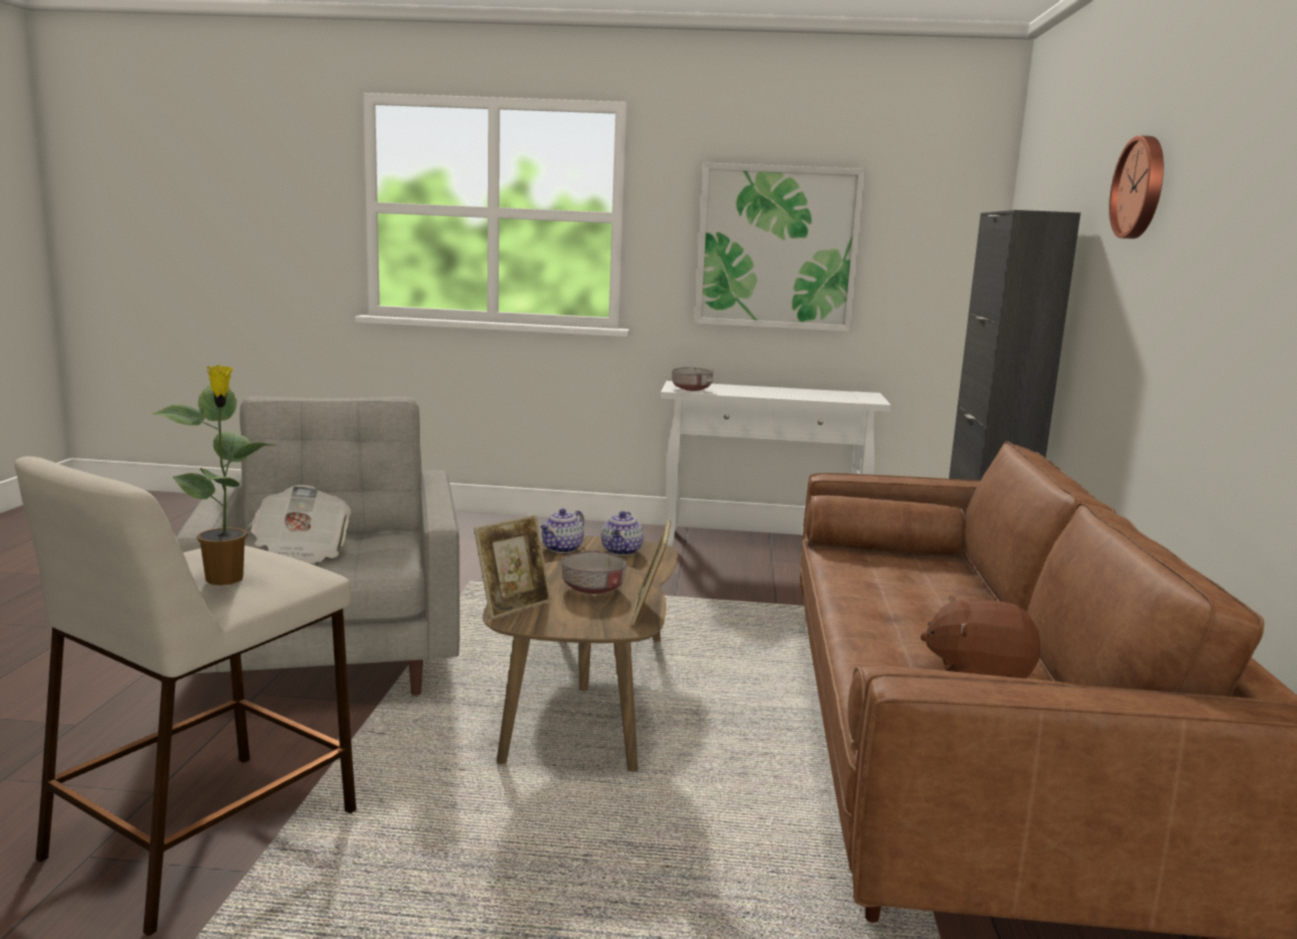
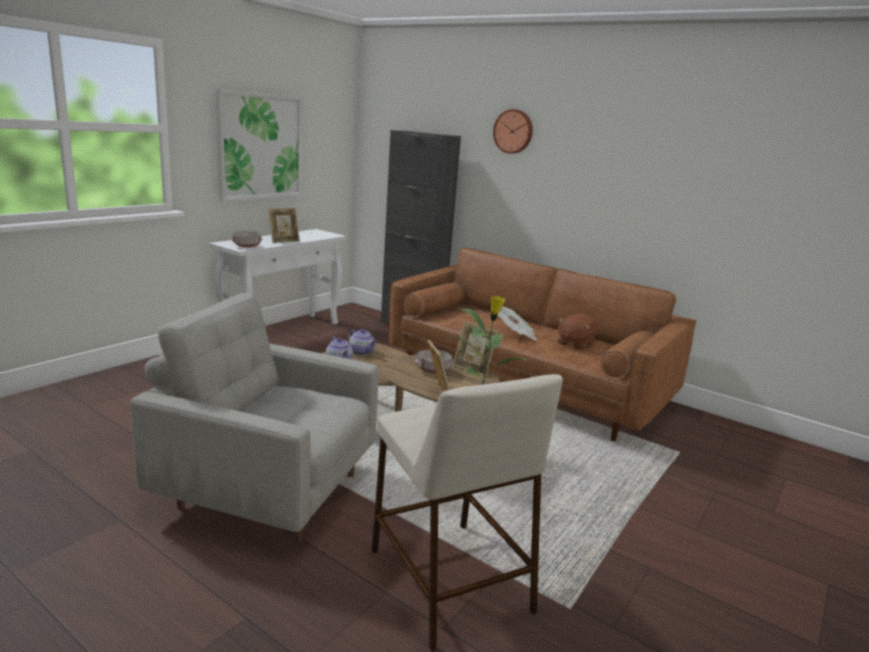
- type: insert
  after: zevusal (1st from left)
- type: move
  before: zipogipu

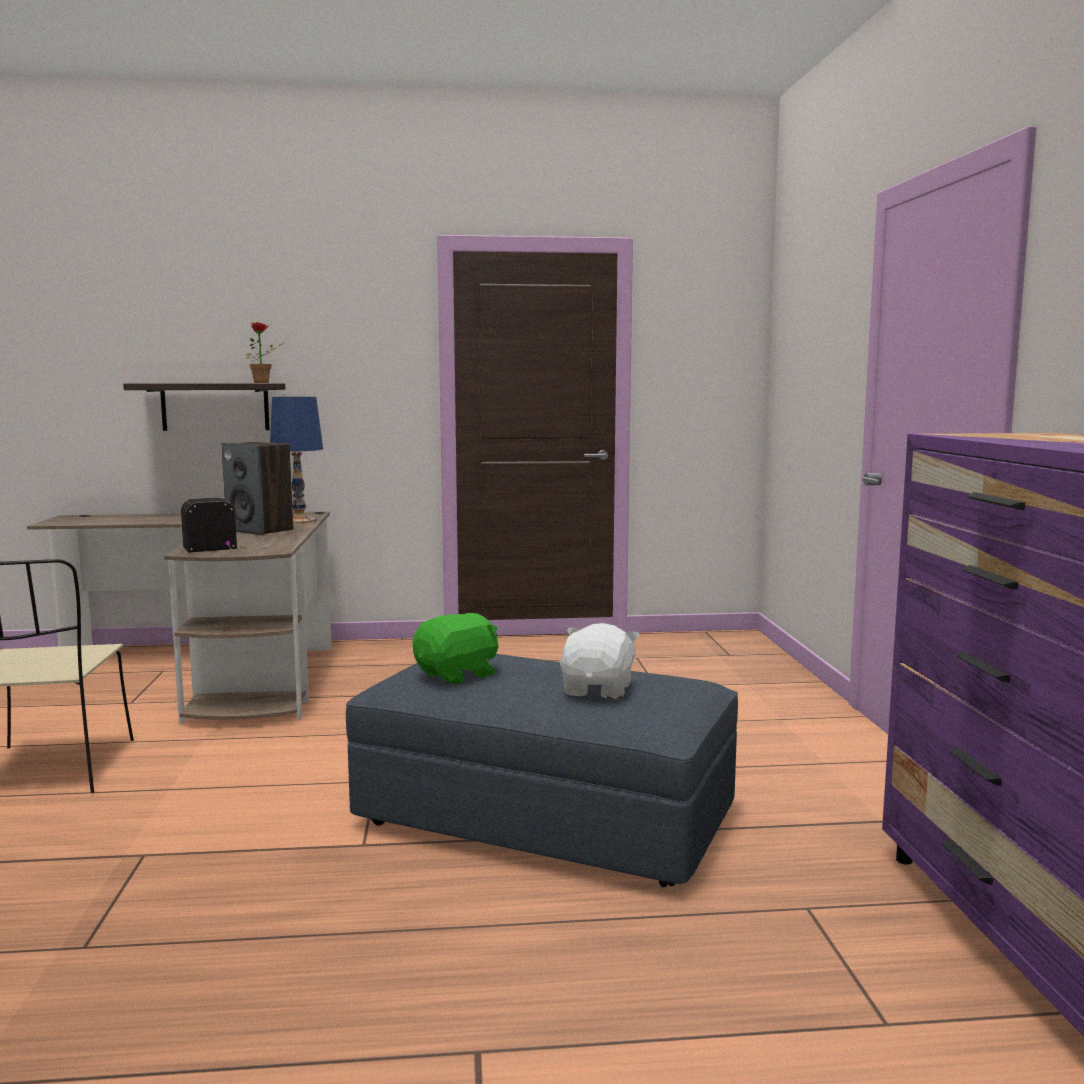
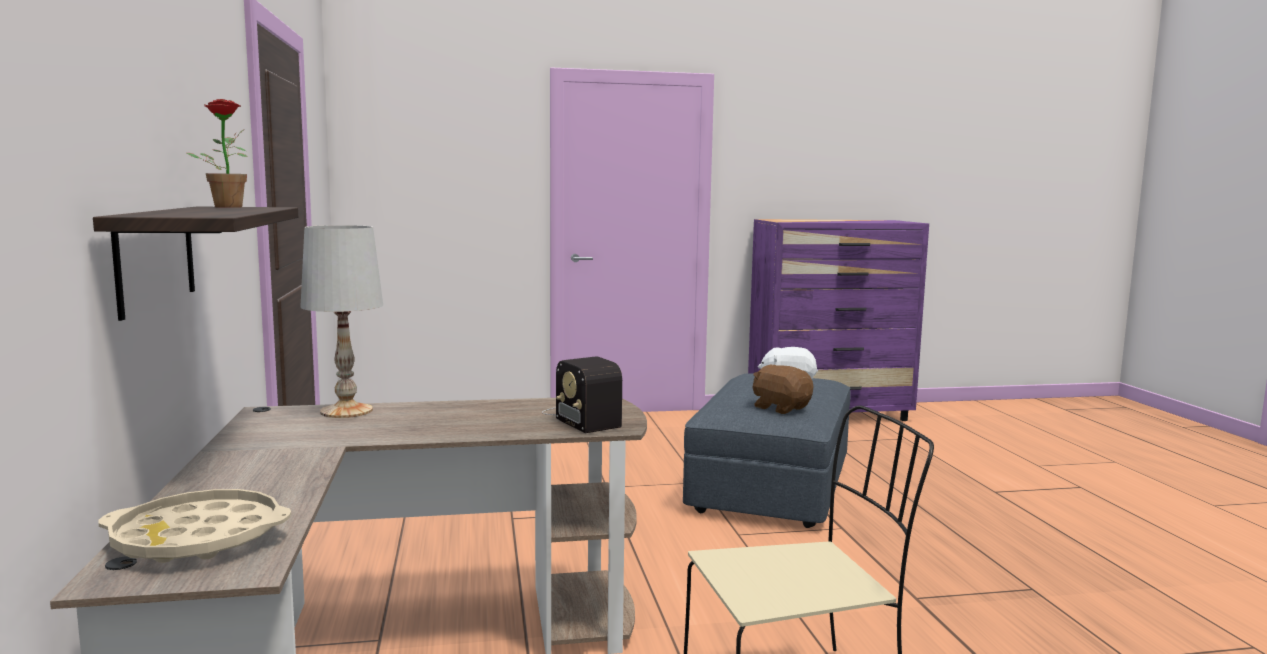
- type: delete
  before: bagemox
- type: insert
  after: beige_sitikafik
- type: recolor
  before: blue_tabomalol
  after: white_tabomalol
- type: recolor
  before: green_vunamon
  after: brown_vunamon

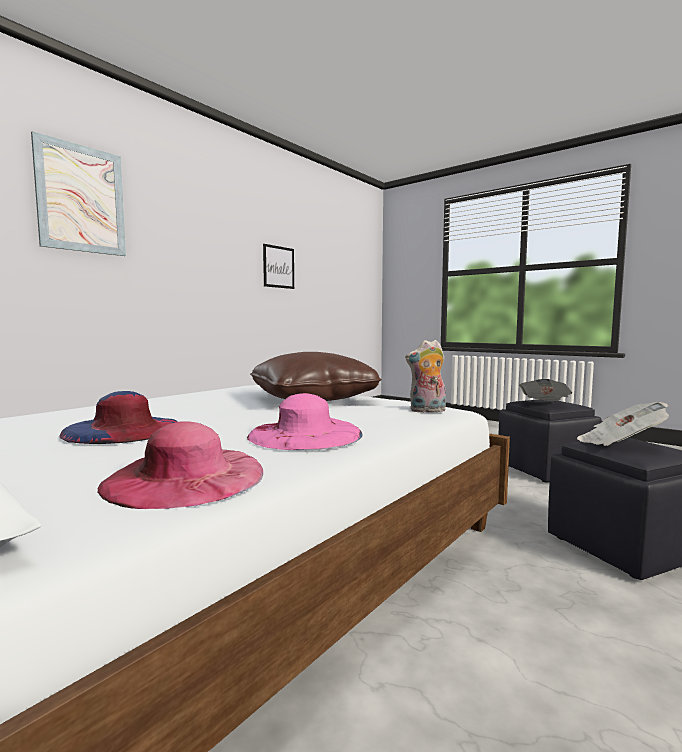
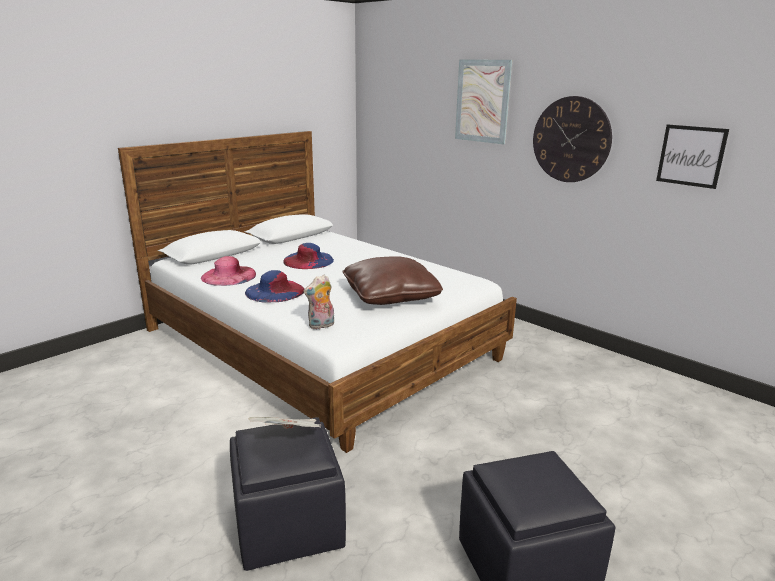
- type: delete
  before: zipogipu (1st from left)
- type: insert
  after: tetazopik
- type: recolor
  before: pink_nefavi (2nd from left)
  after: blue_nefavi (1st from left)
- type: rotate
  before: vunamon
  turn: -120

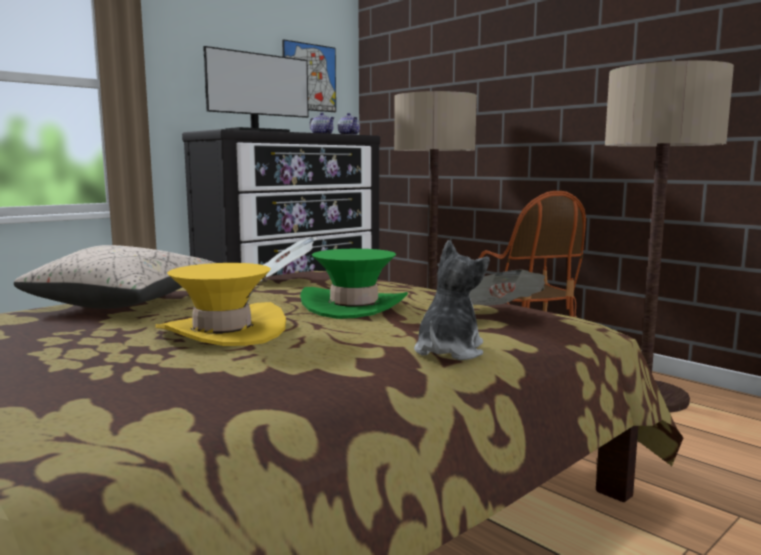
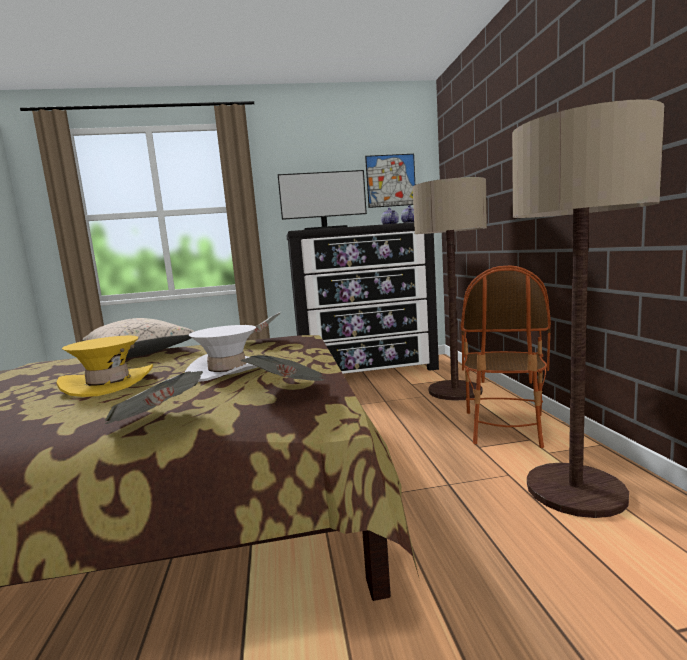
- type: replace
  before: vunamon
  after: zipogipu (1st from left)
- type: recolor
  before: green_nefavi
  after: white_nefavi

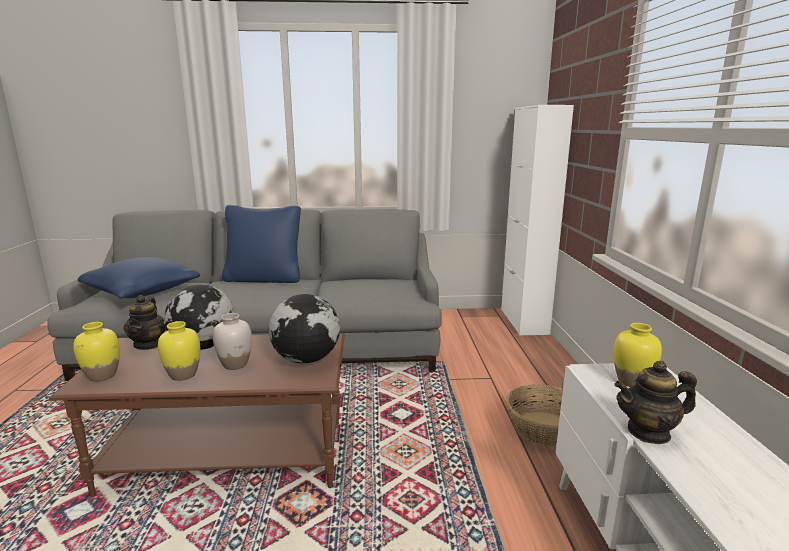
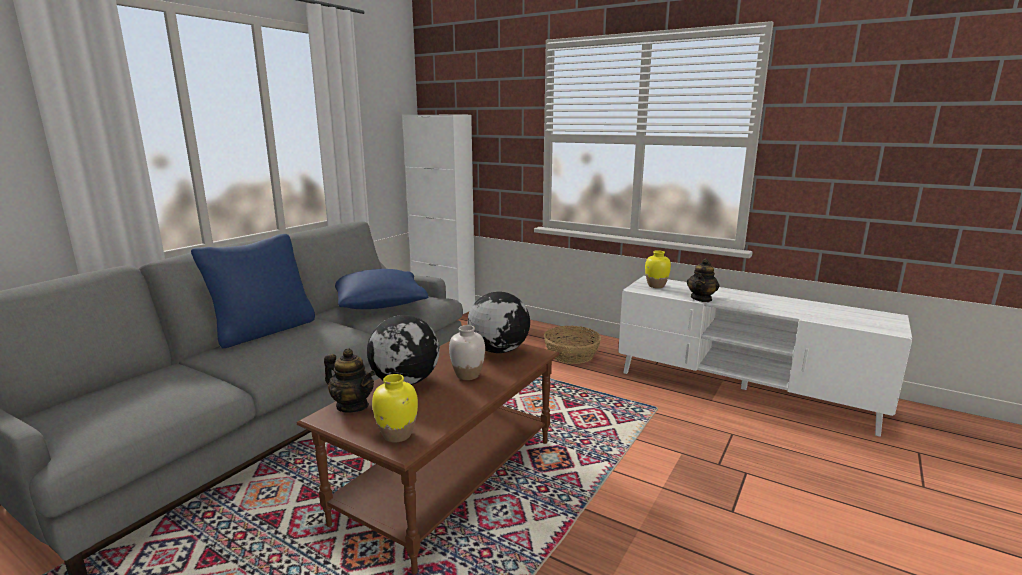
- type: delete
  before: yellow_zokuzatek (2nd from left)
- type: move
  before: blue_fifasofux (1st from left in the first image)
  after: blue_fifasofux (2nd from left)

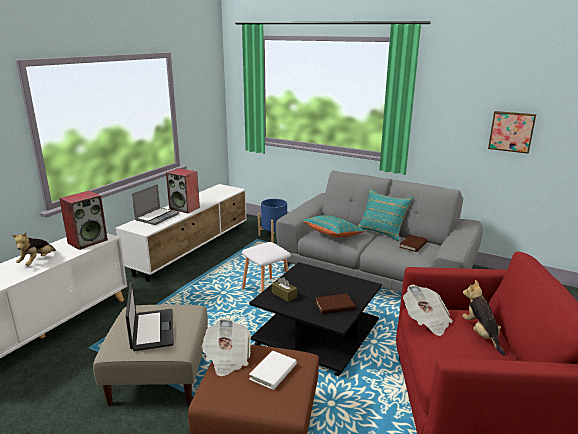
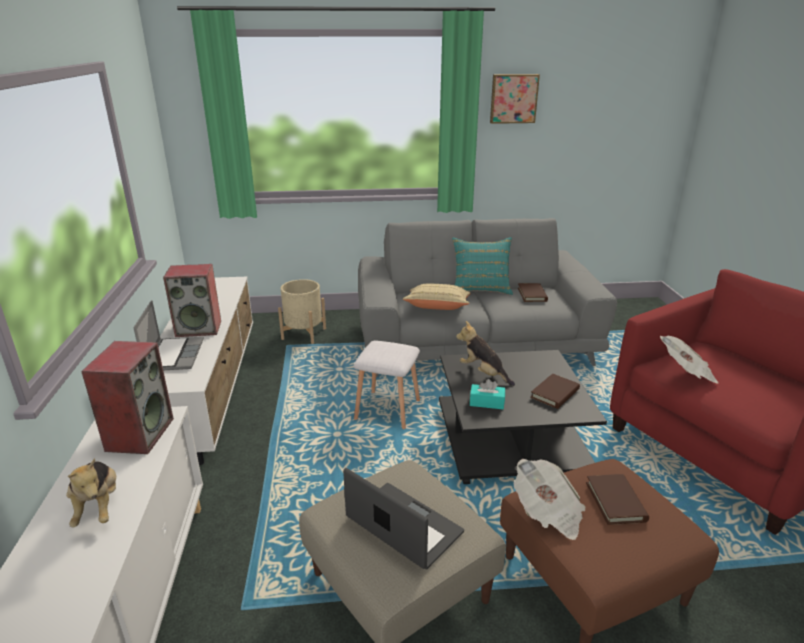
- type: move
  before: vunamon (2nd from left)
- type: move
  before: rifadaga
- type: recolor
  before: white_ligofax
  after: brown_ligofax (3rd from left)
- type: recolor
  before: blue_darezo
  after: beige_darezo
- type: recolor
  before: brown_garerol
  after: turquoise_garerol
- type: recolor
  before: turquoise_fifasofux (1st from left)
  after: beige_fifasofux

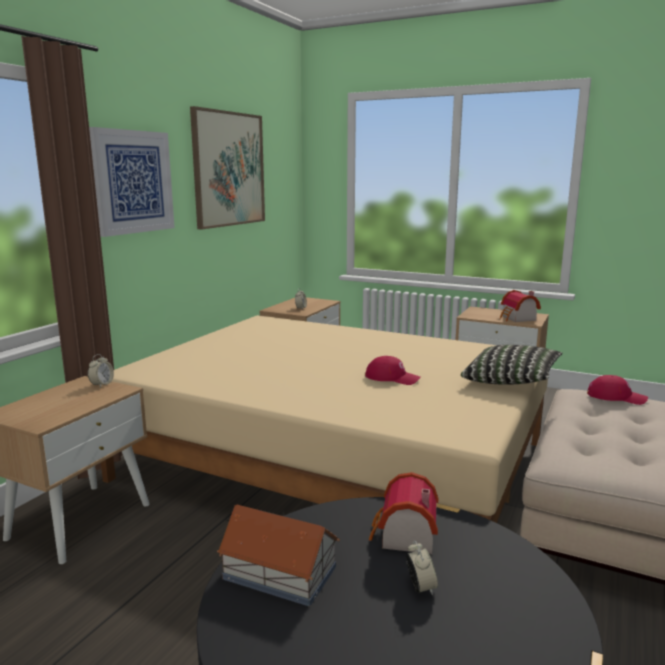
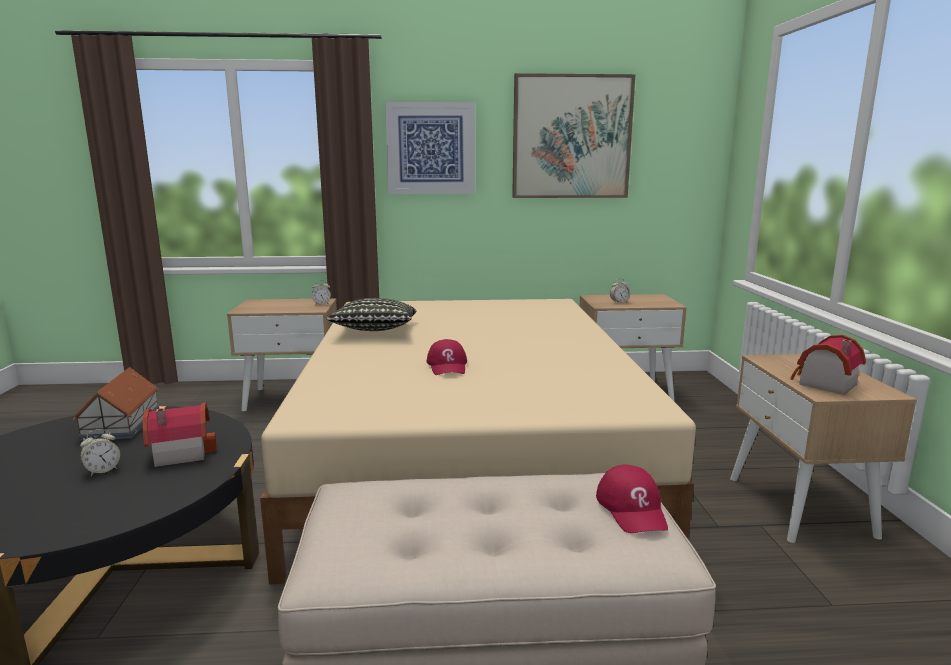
- type: move
  before: fifasofux

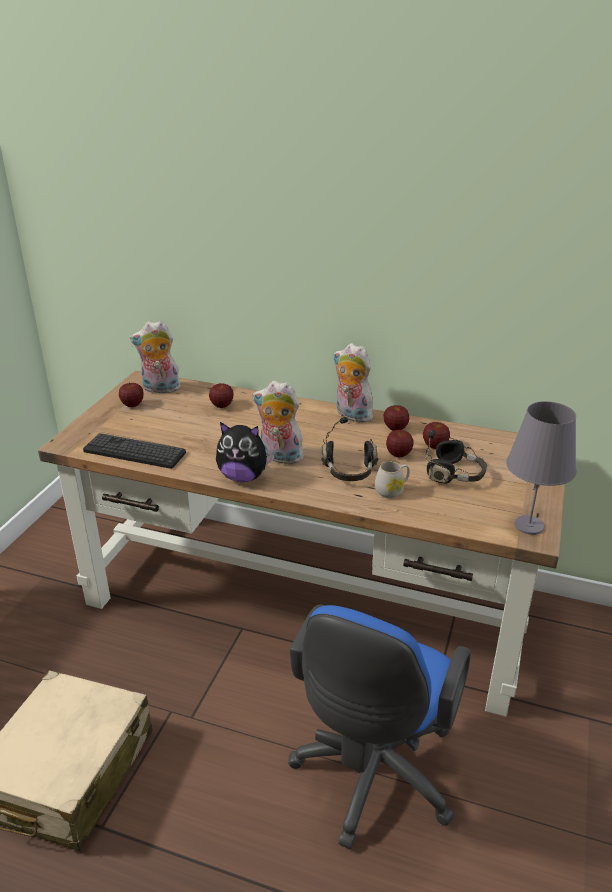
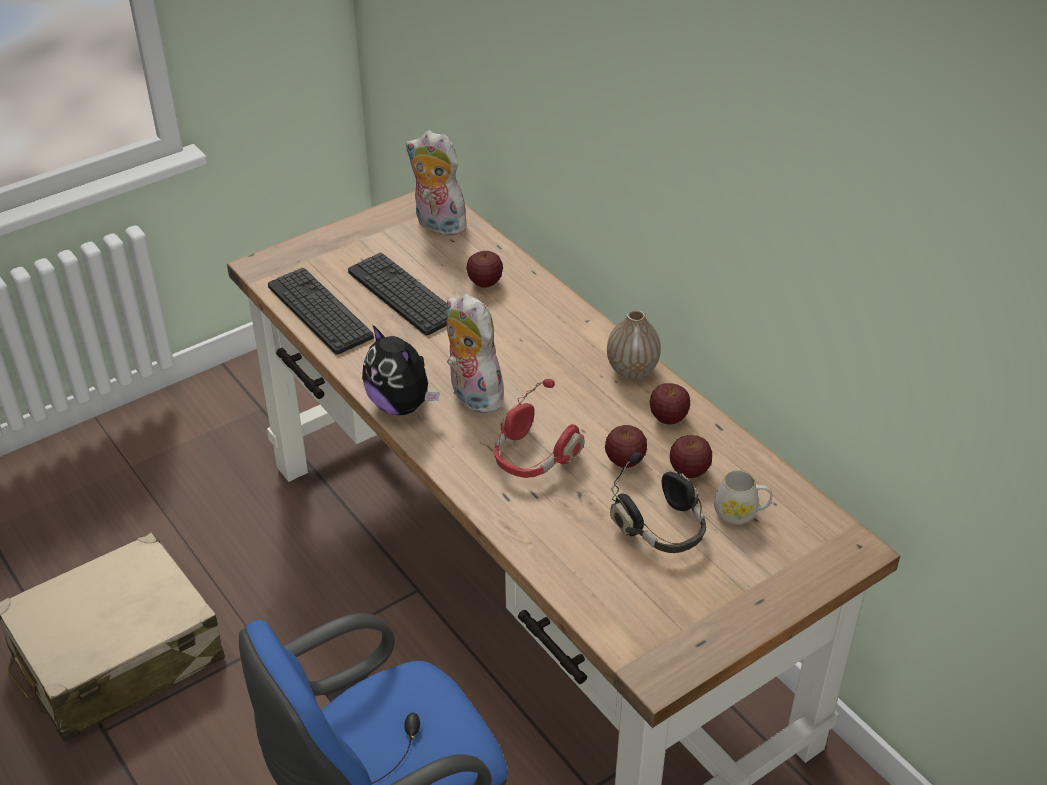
- type: delete
  before: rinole (1st from left)
- type: delete
  before: grey_tabomalol
- type: insert
  after: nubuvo (2nd from left)
- type: move
  before: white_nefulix
- type: replace
  before: vunamon (4th from left)
  after: zokuzatek
- type: recolor
  before: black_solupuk (1st from left)
  after: red_solupuk

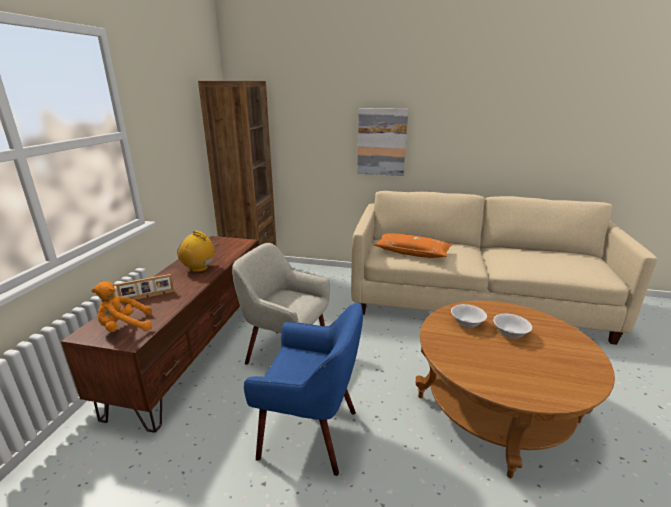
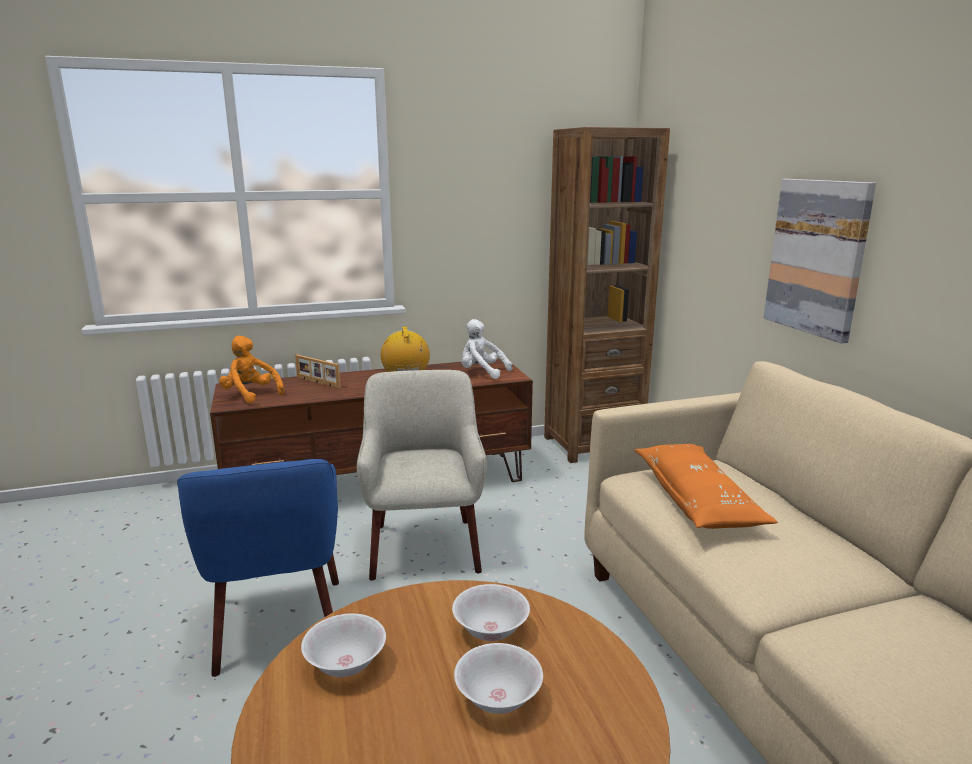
- type: insert
  after: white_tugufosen (1st from left)
- type: insert
  after: white_vunamon

